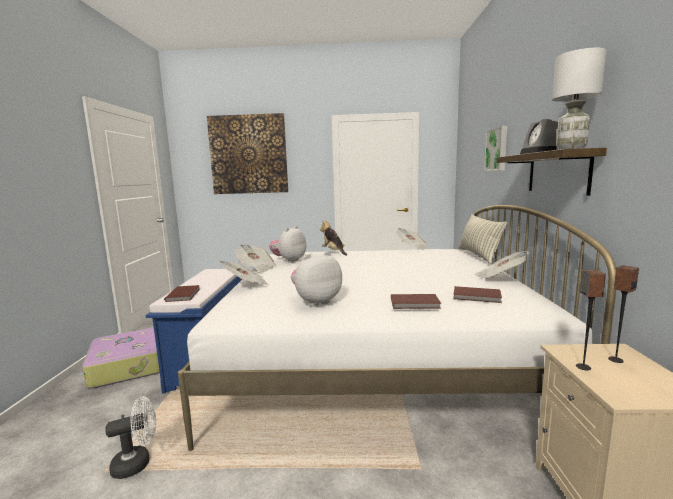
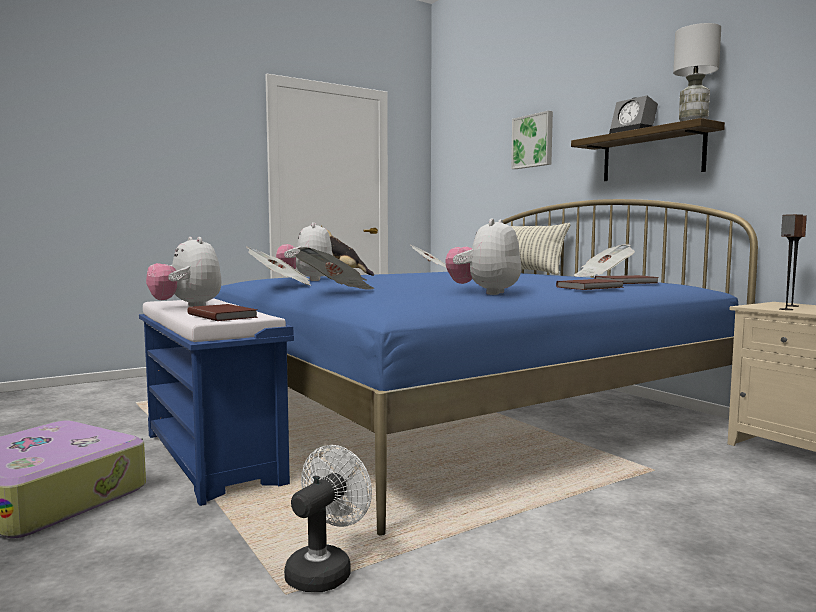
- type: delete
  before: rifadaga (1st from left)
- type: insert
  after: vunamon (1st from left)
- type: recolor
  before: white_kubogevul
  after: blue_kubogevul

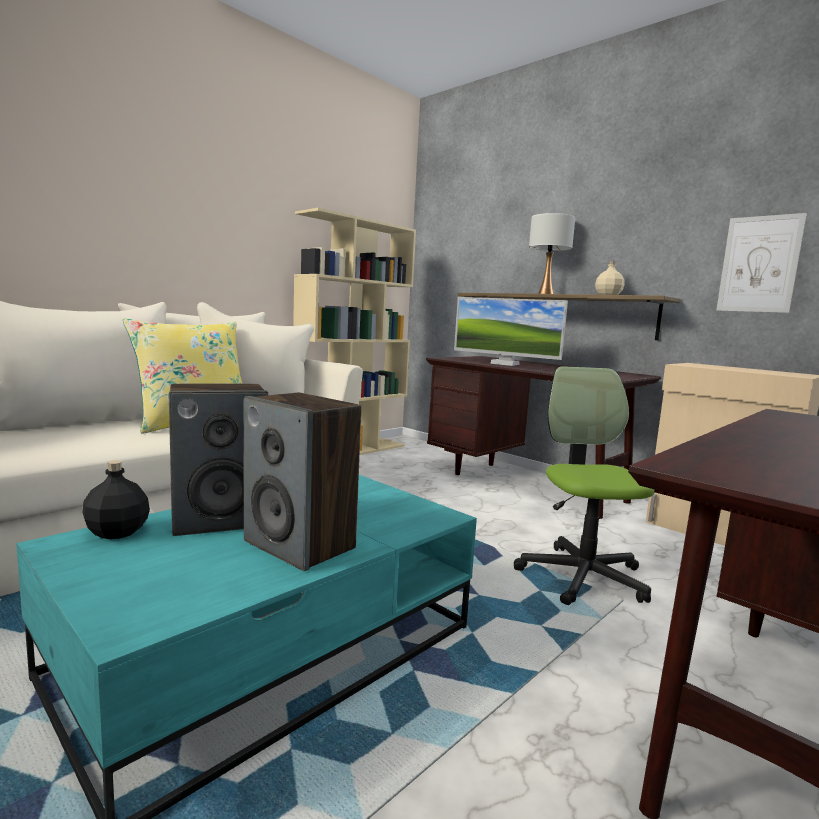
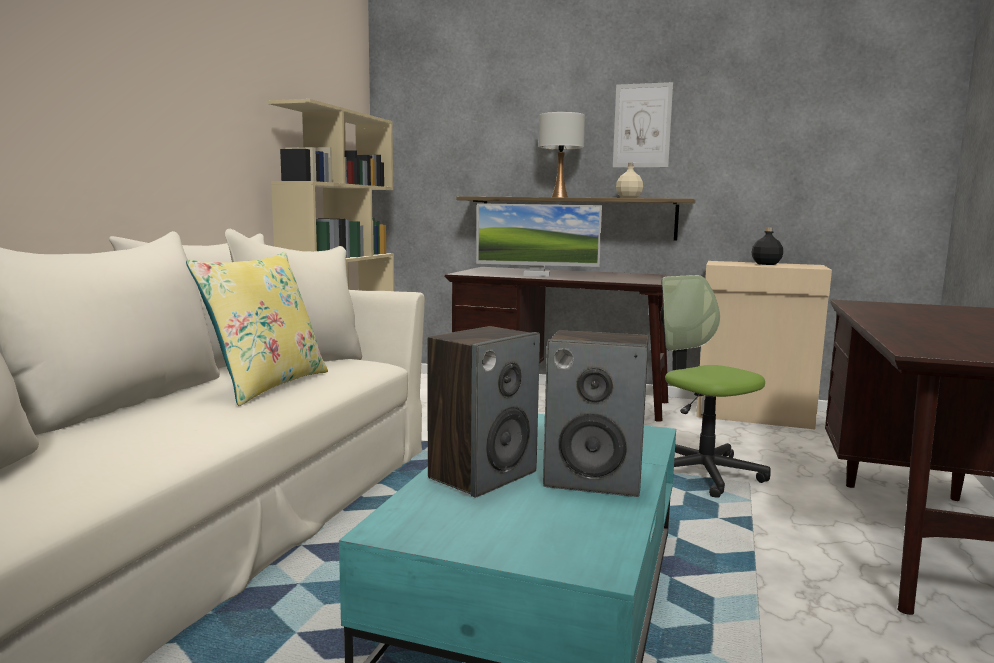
- type: move
  before: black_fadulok
- type: move
  before: rifadaga

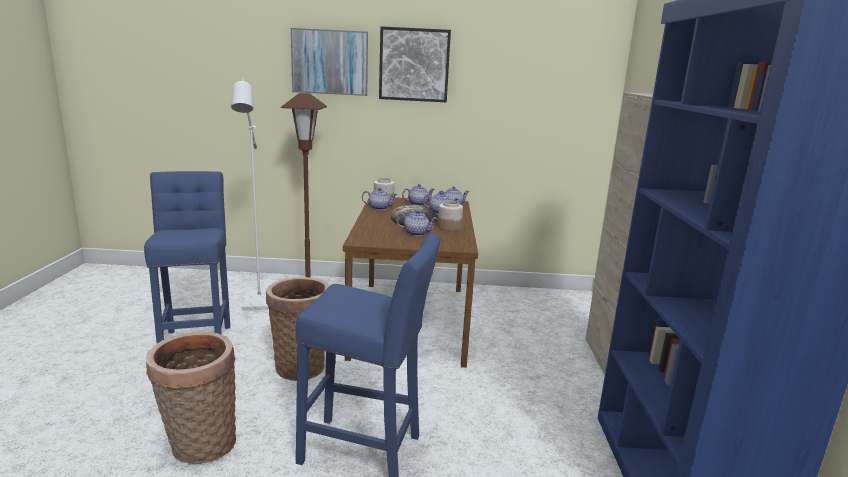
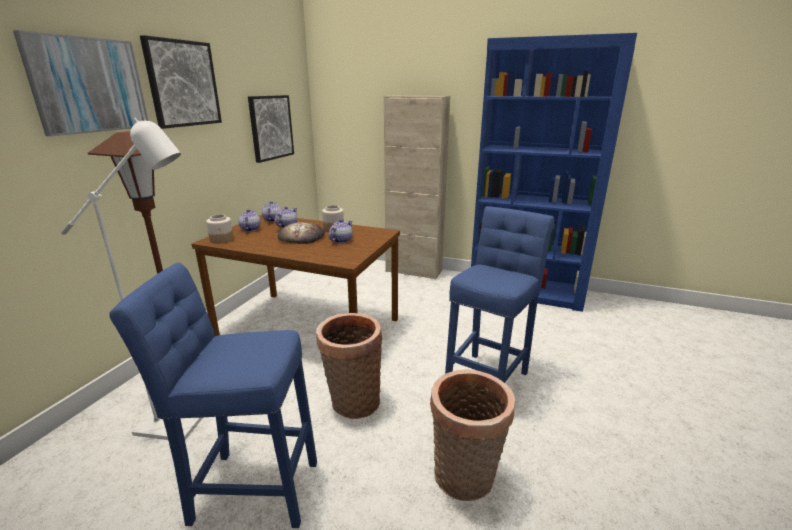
- type: delete
  before: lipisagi (1st from left)
- type: insert
  after: rifadaga (3rd from left)

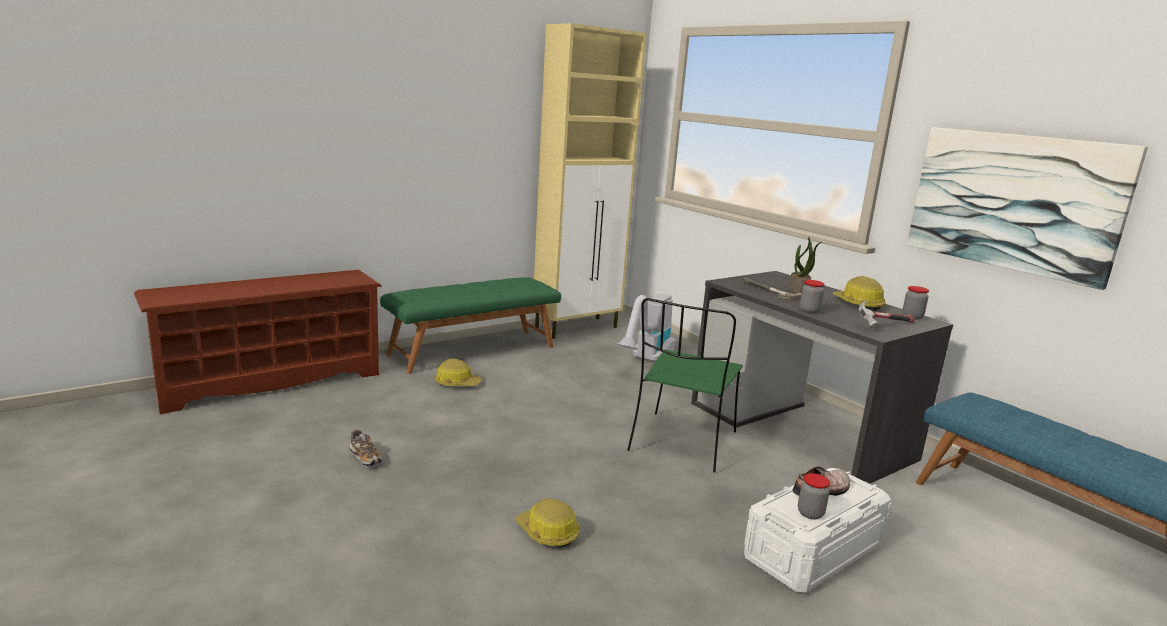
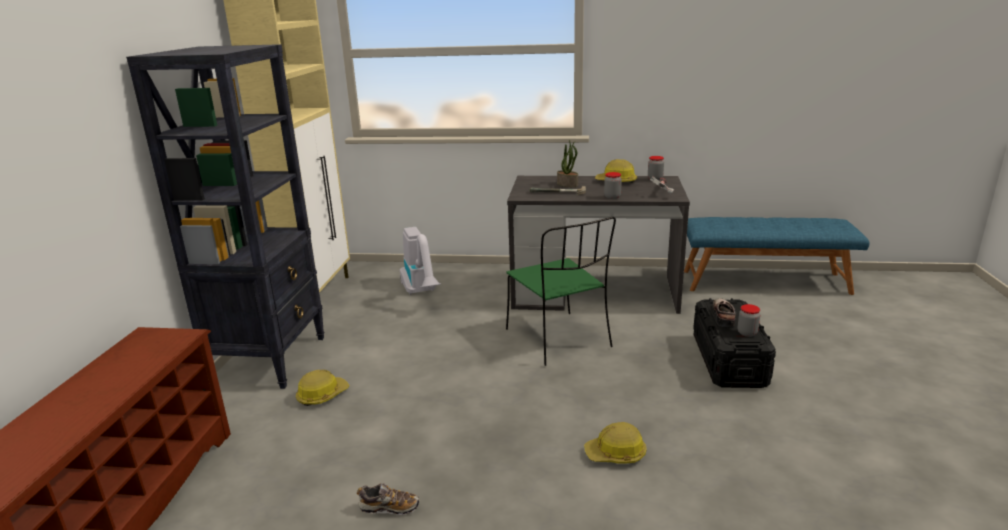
- type: delete
  before: rifadaga
- type: replace
  before: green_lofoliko
  after: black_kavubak
- type: recolor
  before: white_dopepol
  after: black_dopepol

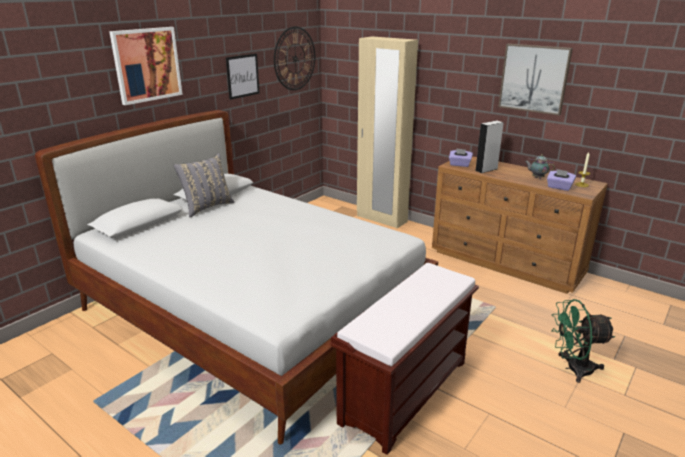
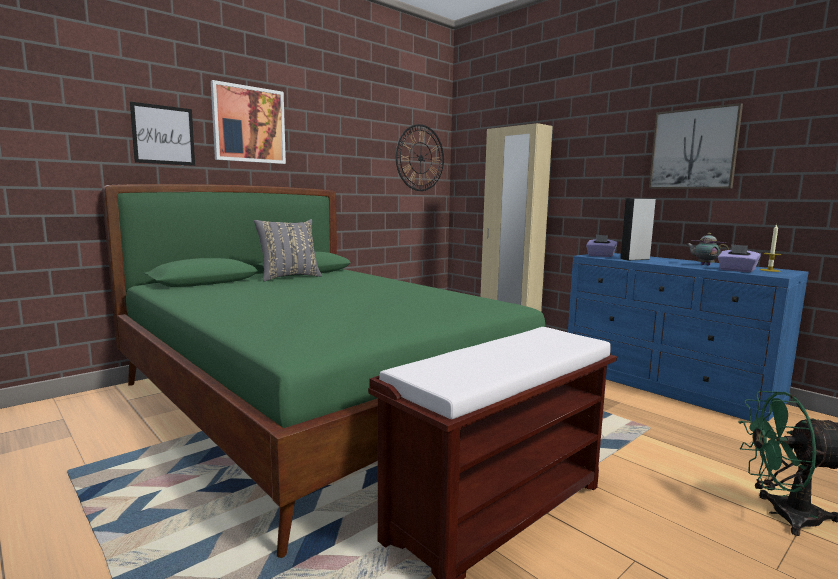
- type: move
  before: rifadaga (2nd from left in the first image)
  after: rifadaga (1st from left)
- type: recolor
  before: white_kubogevul
  after: green_kubogevul
- type: recolor
  before: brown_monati
  after: blue_monati

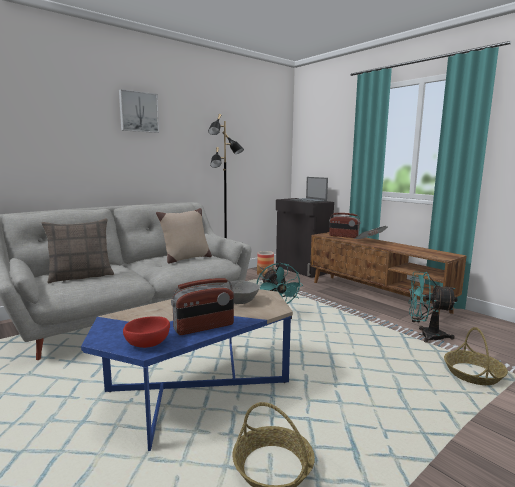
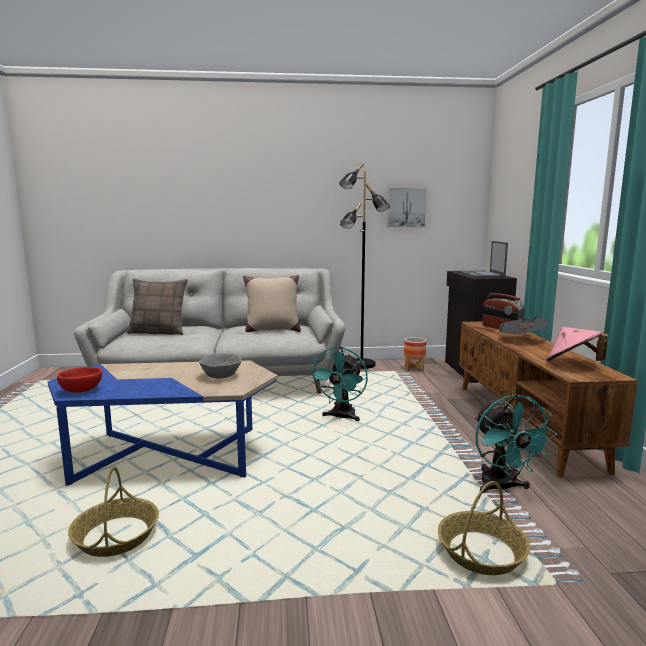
- type: delete
  before: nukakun (1st from left)
- type: insert
  after: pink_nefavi
- type: move
  before: rifadaga
- type: rotate
  before: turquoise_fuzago (2nd from left)
  turn: -150

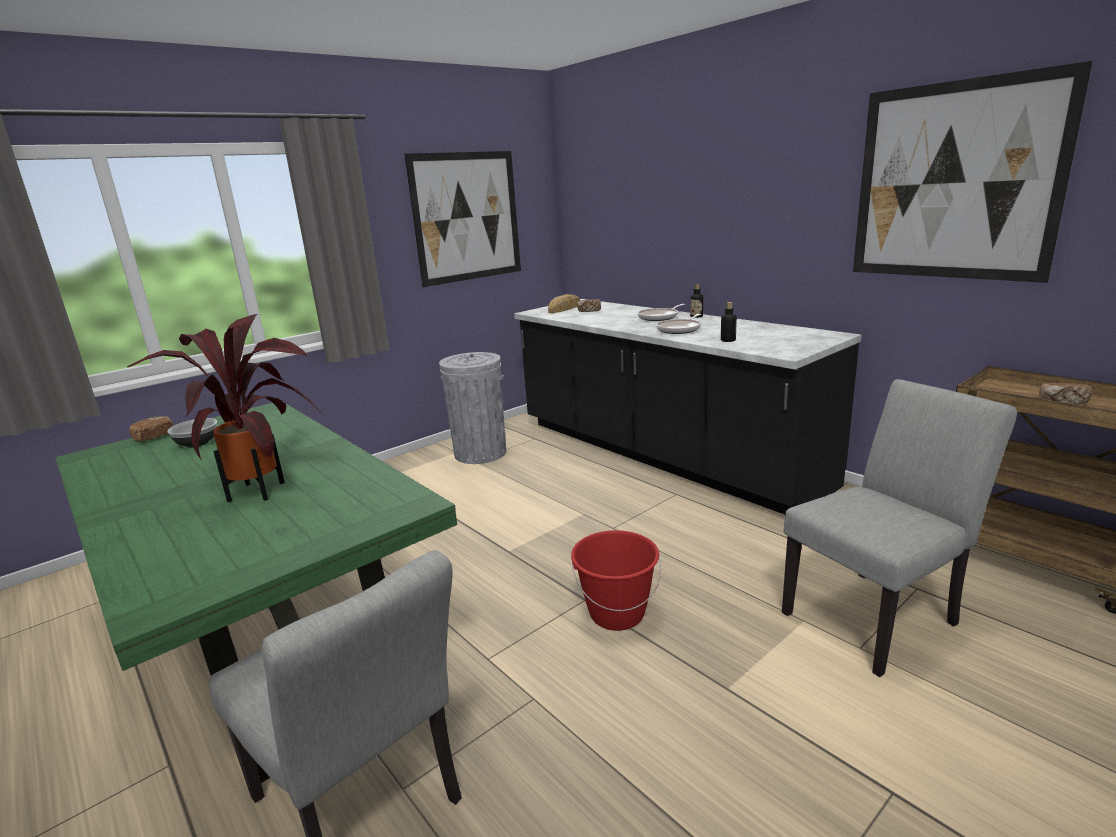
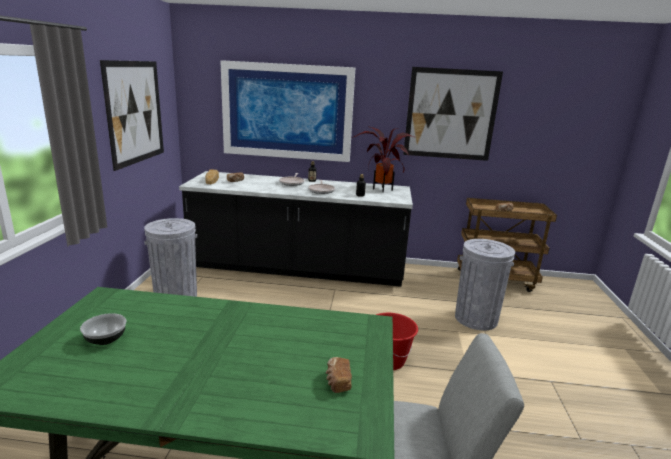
- type: insert
  after: rifadaga (2nd from left)
- type: move
  before: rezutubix
- type: move
  before: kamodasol (1st from left in the first image)
  after: kamodasol (3rd from left)
- type: replace
  before: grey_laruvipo (2nd from left)
  after: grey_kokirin (2nd from left)

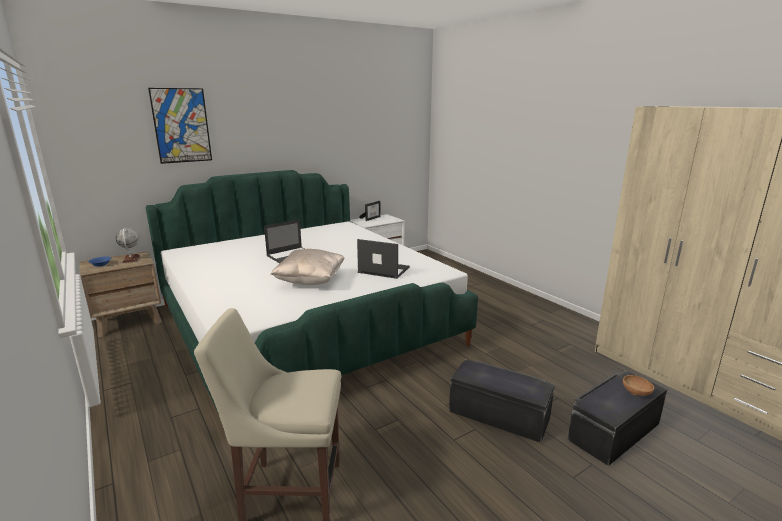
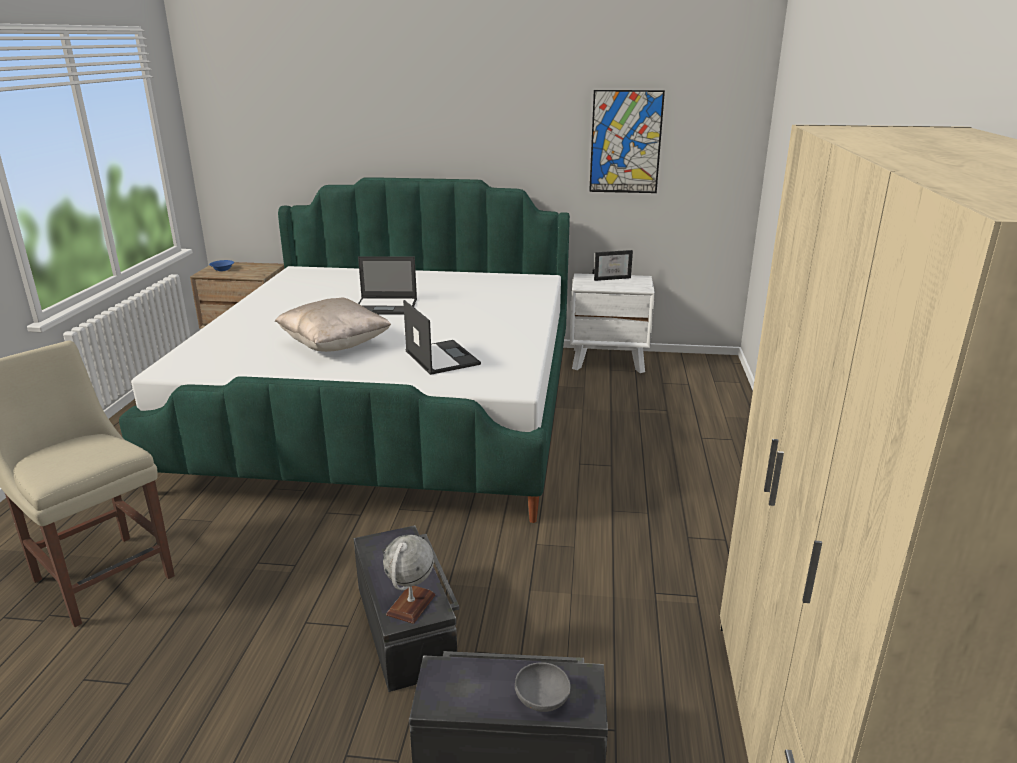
- type: move
  before: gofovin
- type: move
  before: rifadaga
- type: recolor
  before: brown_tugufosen
  after: grey_tugufosen

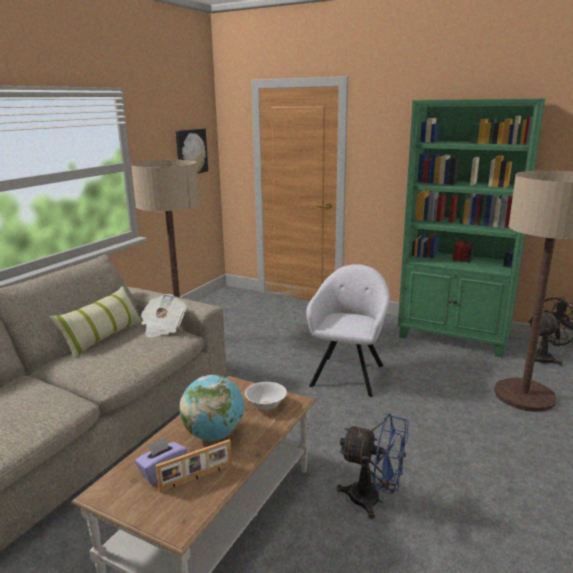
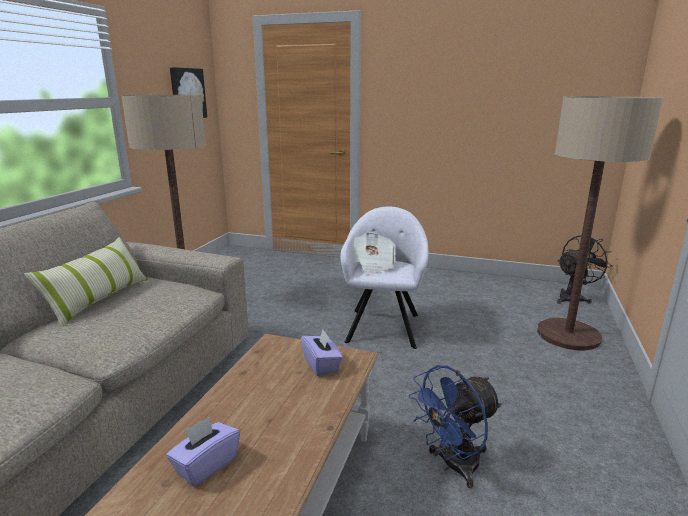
- type: delete
  before: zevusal
- type: delete
  before: gofovin
- type: delete
  before: green_kavubak
- type: move
  before: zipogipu
- type: replace
  before: white_tugufosen
  after: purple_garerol (2nd from left)
- type: rotate
  before: blue_fuzago
  turn: 135

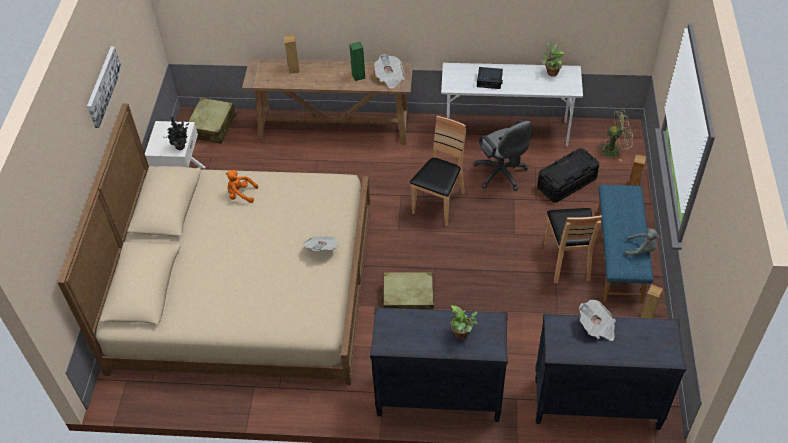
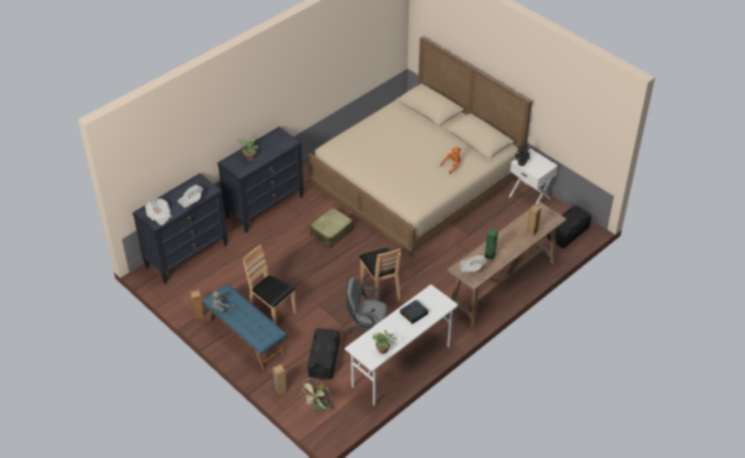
- type: delete
  before: rifadaga
- type: move
  before: zipogipu (1st from left)
- type: replace
  before: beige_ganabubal (1st from left)
  after: black_dopepol (2nd from left)

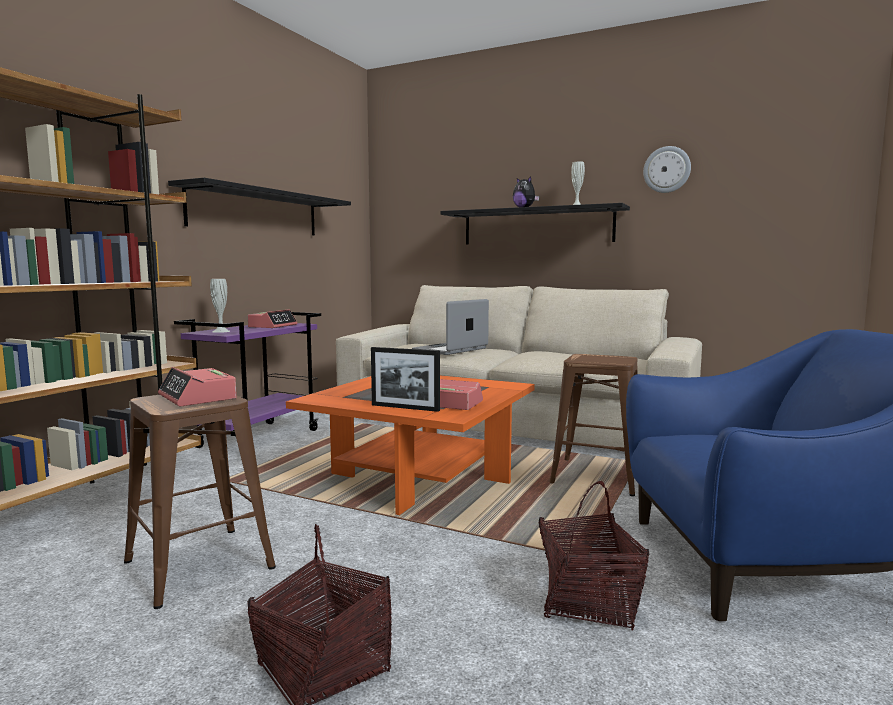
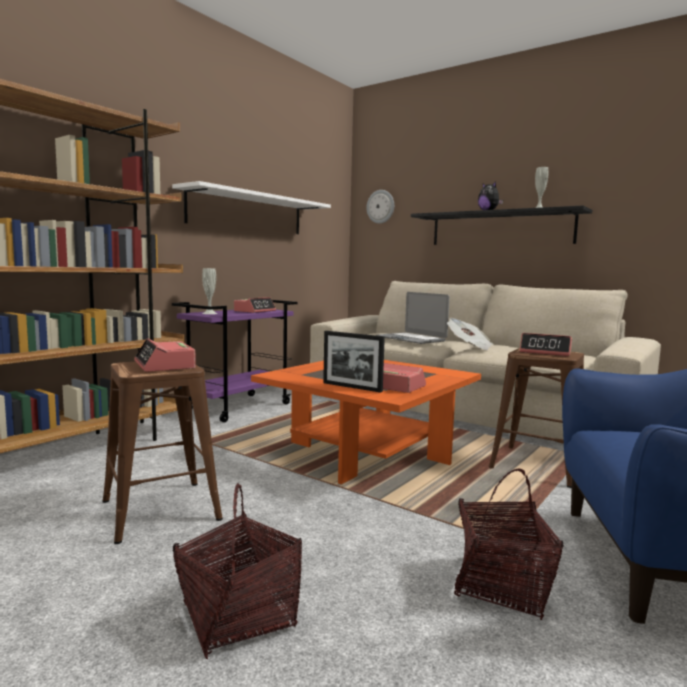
- type: insert
  after: zipogipu
- type: insert
  after: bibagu (4th from left)
- type: move
  before: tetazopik
- type: recolor
  before: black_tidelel (1st from left)
  after: white_tidelel
- type: rotate
  before: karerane
  turn: -90

